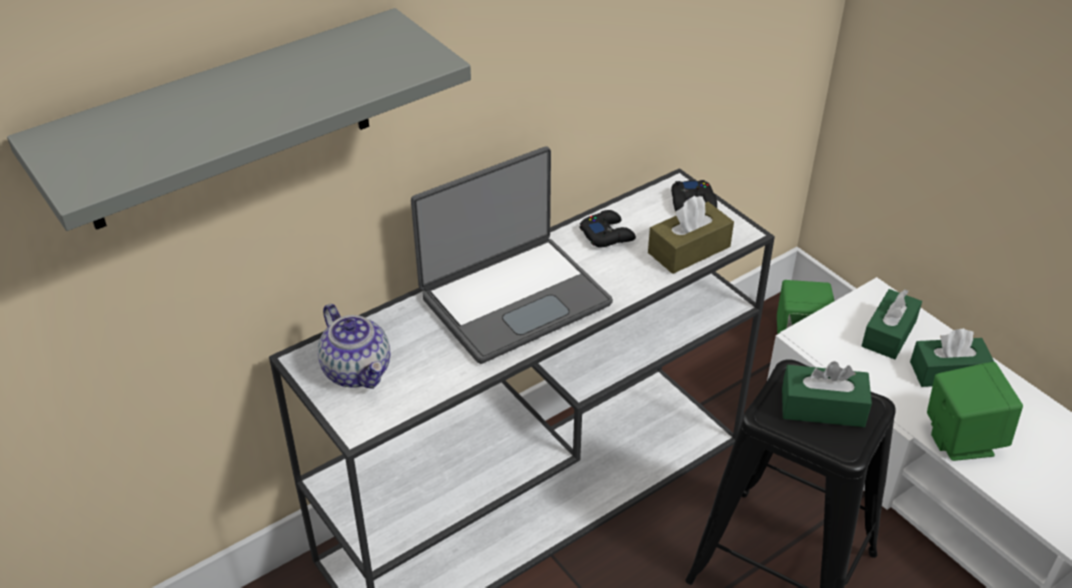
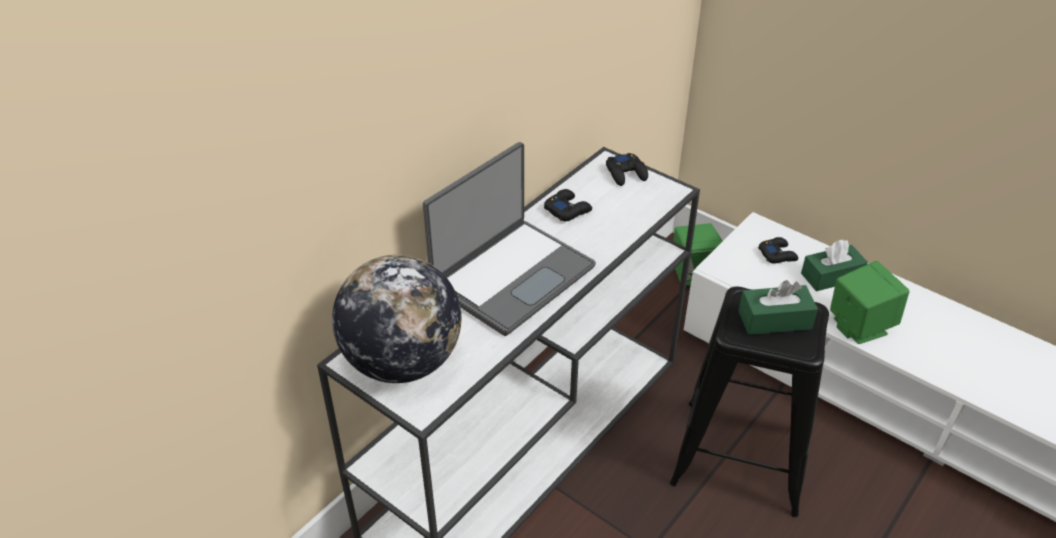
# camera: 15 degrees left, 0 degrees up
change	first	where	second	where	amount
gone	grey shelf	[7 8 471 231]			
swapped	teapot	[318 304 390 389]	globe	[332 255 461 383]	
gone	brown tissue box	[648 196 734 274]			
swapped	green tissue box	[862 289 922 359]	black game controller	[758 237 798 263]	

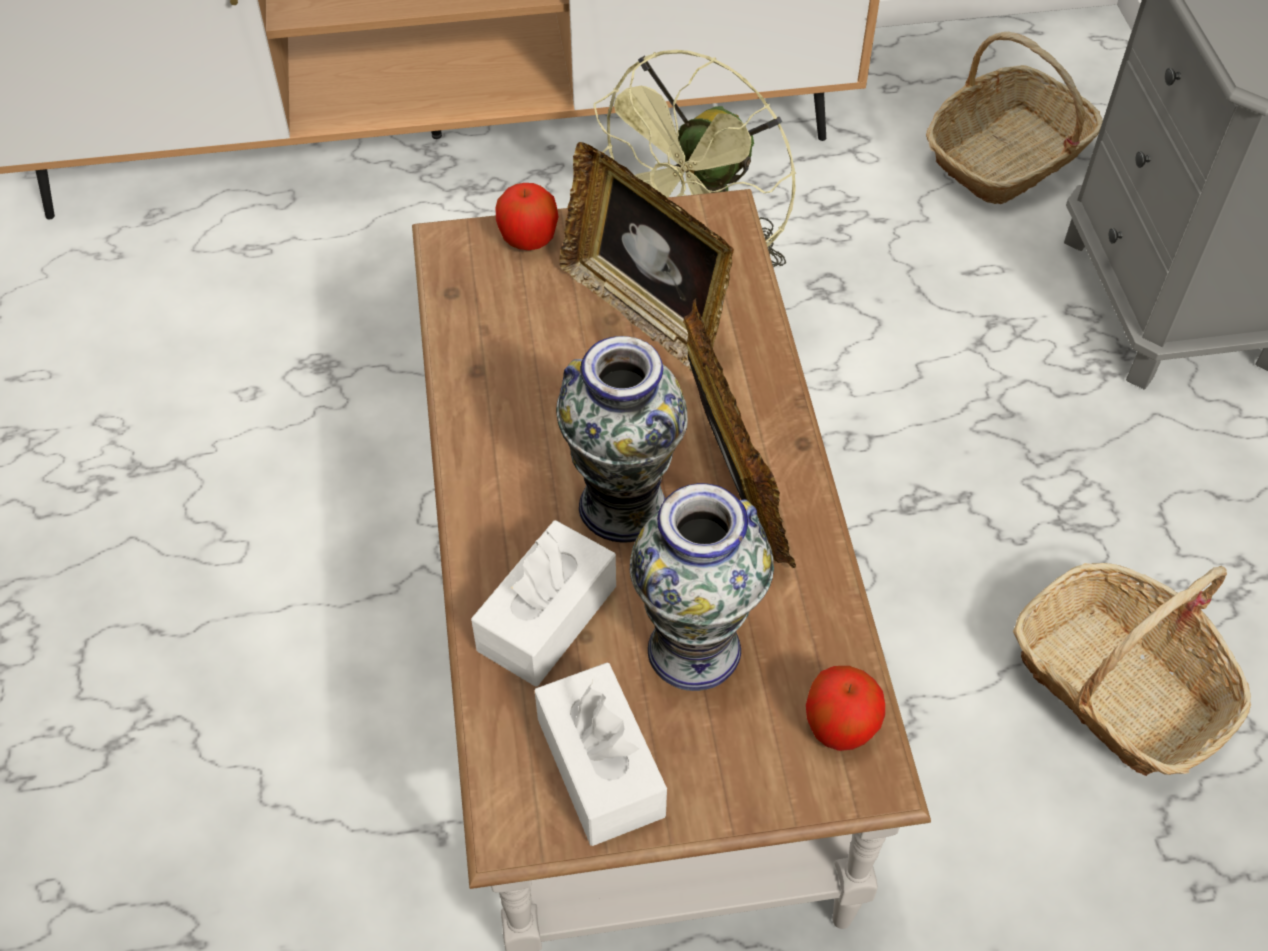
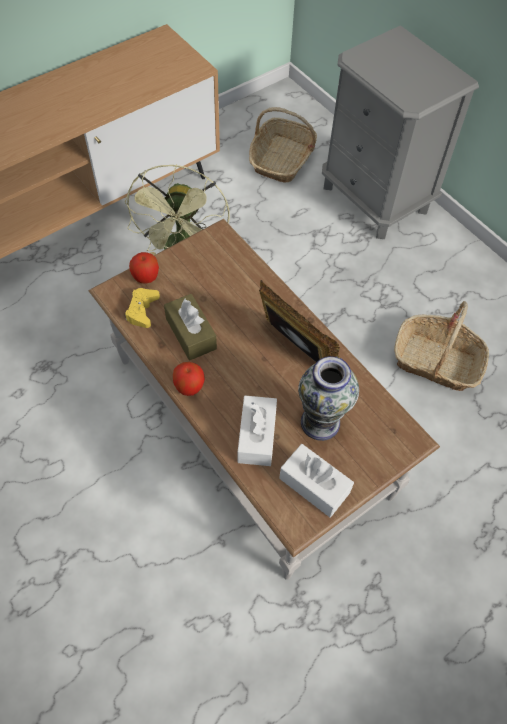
# camera: 30 degrees left, 5 degrees up
change	first	where	second	where	amount
gone	vase	[556 336 688 543]			
gone	picture frame	[559 142 734 371]			
shifted	apple	[806 666 885 751]		[173 362 205 396]	
new			yellow game controller	[125 288 160 328]	
new			brown tissue box	[164 294 217 360]	

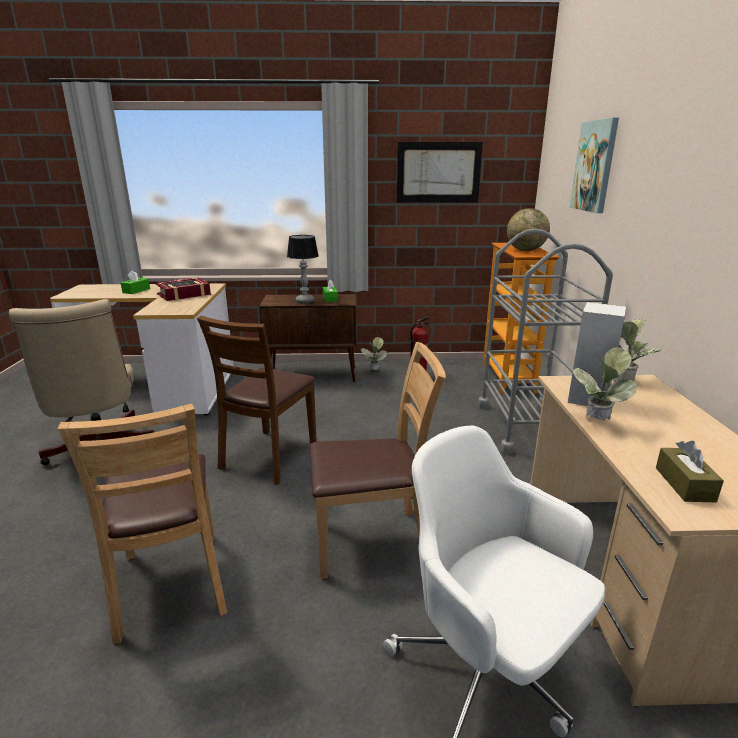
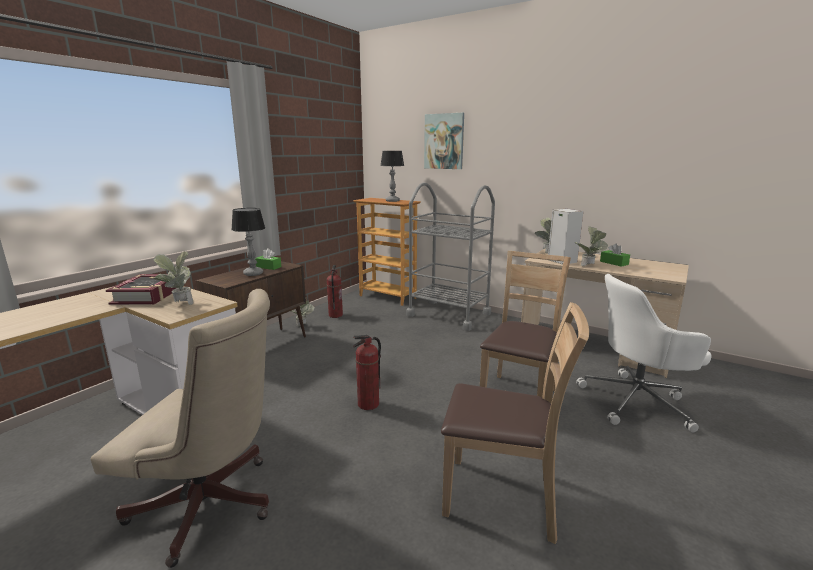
# camera: 55 degrees left, 5 degrees down
change	first	where	second	where	amount
shifted	green tissue box	[121 270 150 294]		[600 243 630 267]	
swapped	brown chair	[197 316 317 485]	fire extinguisher	[353 335 381 410]	
gone	picture	[397 142 483 203]			
swapped	globe	[507 208 550 251]	table lamp	[381 151 404 202]	
gone	brown tissue box	[656 441 724 502]			
new			potted plant	[153 251 194 305]	

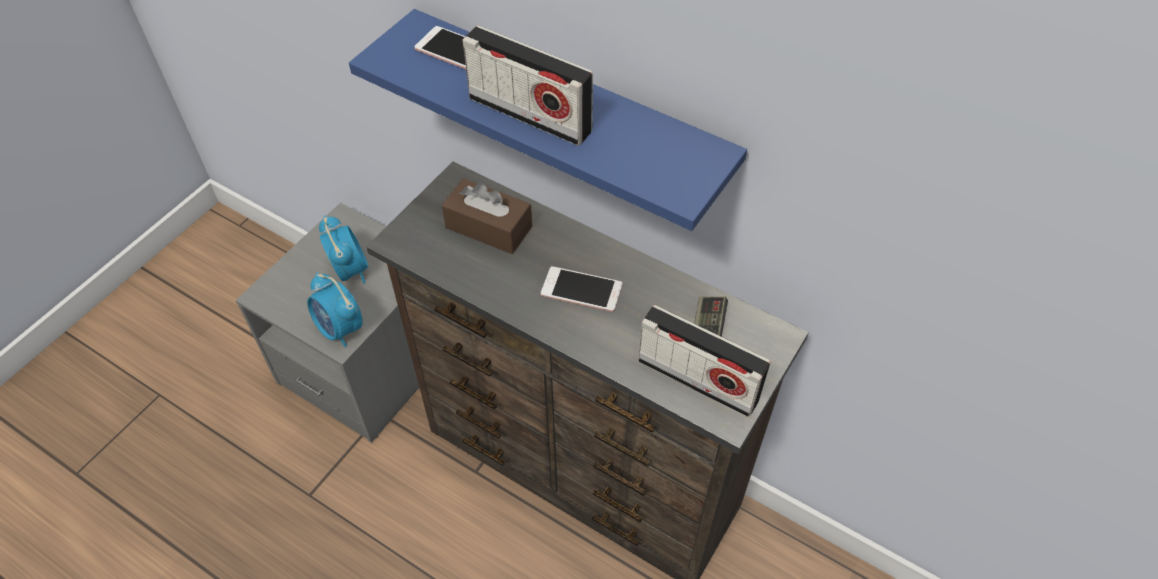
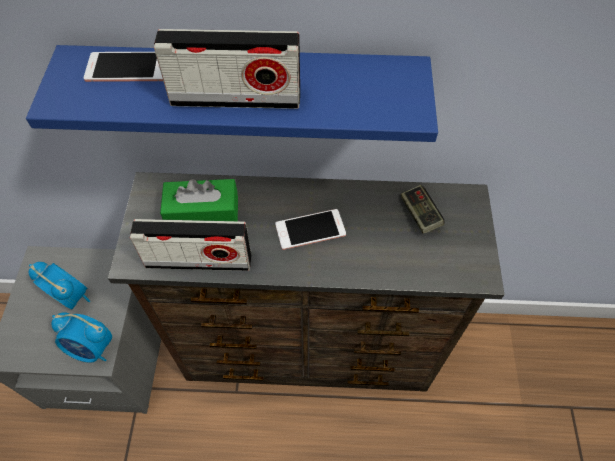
# camera: 30 degrees left, 5 degrees up
change	first	where	second	where	amount
repainted	brown tissue box	[442 178 532 254]	green tissue box	[160 179 238 221]	
shifted	radio	[638 305 771 417]		[130 219 251 271]	

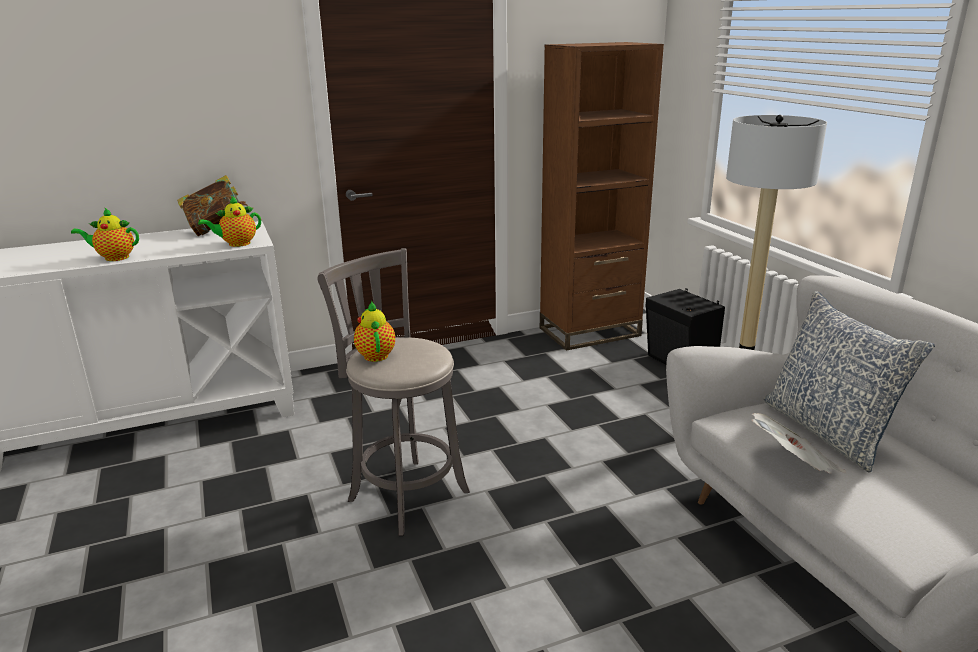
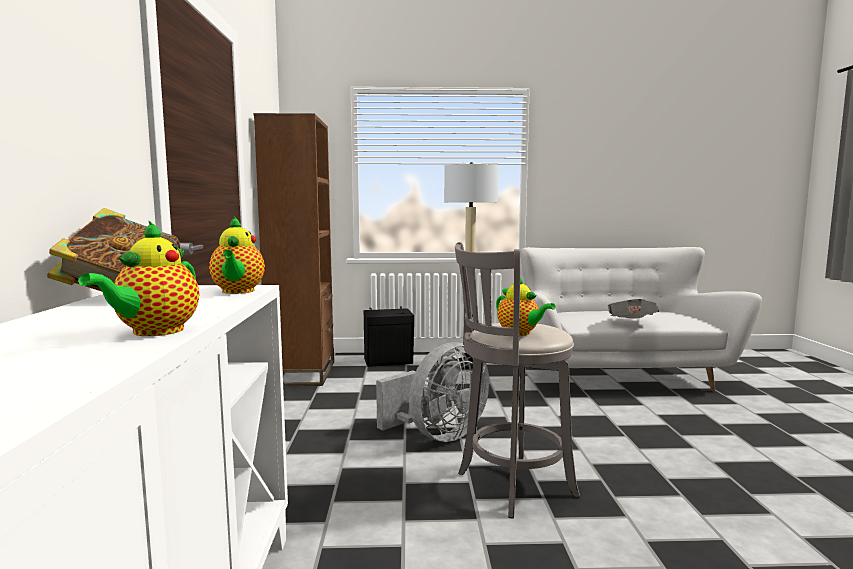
# camera: 70 degrees left, 15 degrees down
change	first	where	second	where	amount
rotated	teapot	[354 301 395 362]		[496 278 556 336]	135 degrees counterclockwise
gone	pillow	[764 291 935 473]			
new			grey fan	[376 342 489 442]	

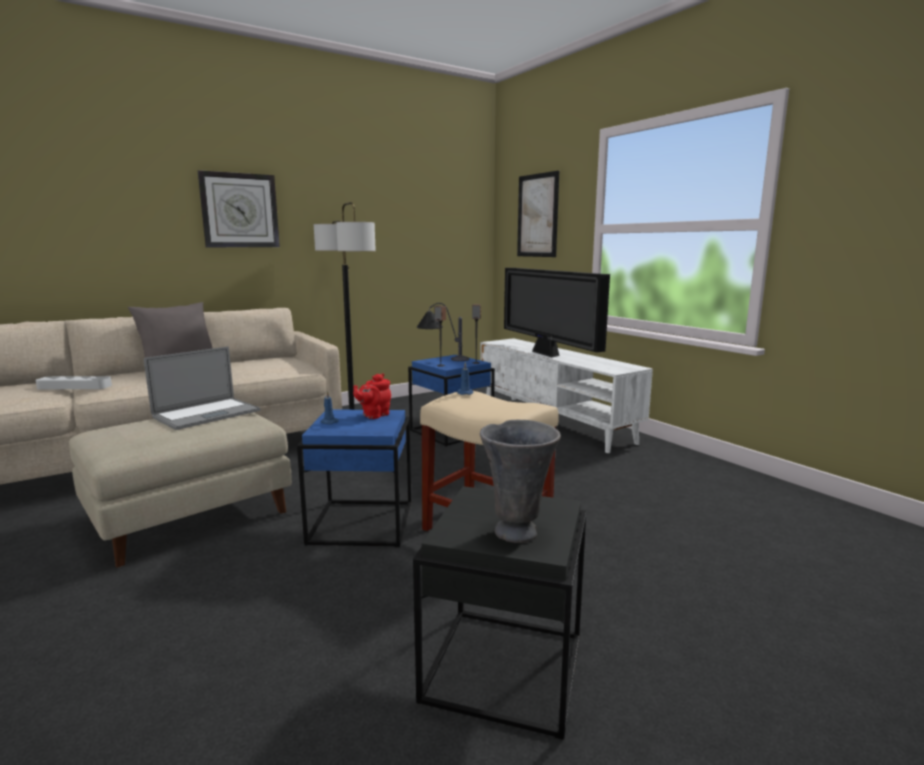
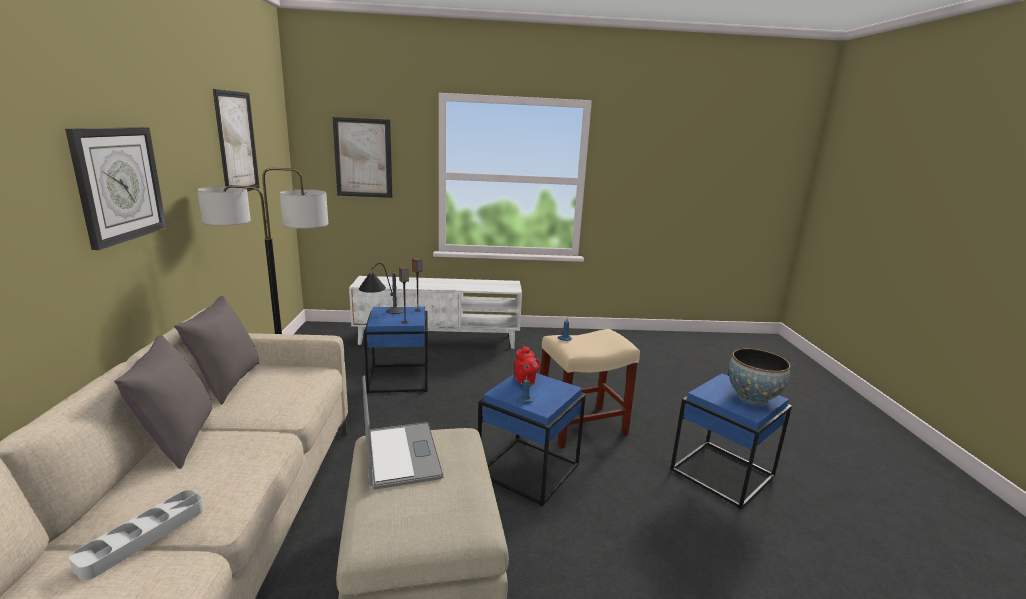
# camera: 60 degrees left, 5 degrees up
change	first	where	second	where	amount
repainted	black side table	[413 486 586 740]	blue side table	[670 374 792 509]	
swapped	grey vase	[480 420 561 543]	bowl	[729 348 790 405]	
gone	television	[504 268 610 357]			
new			grey pillow	[174 296 259 405]	
new			picture	[213 89 260 192]	

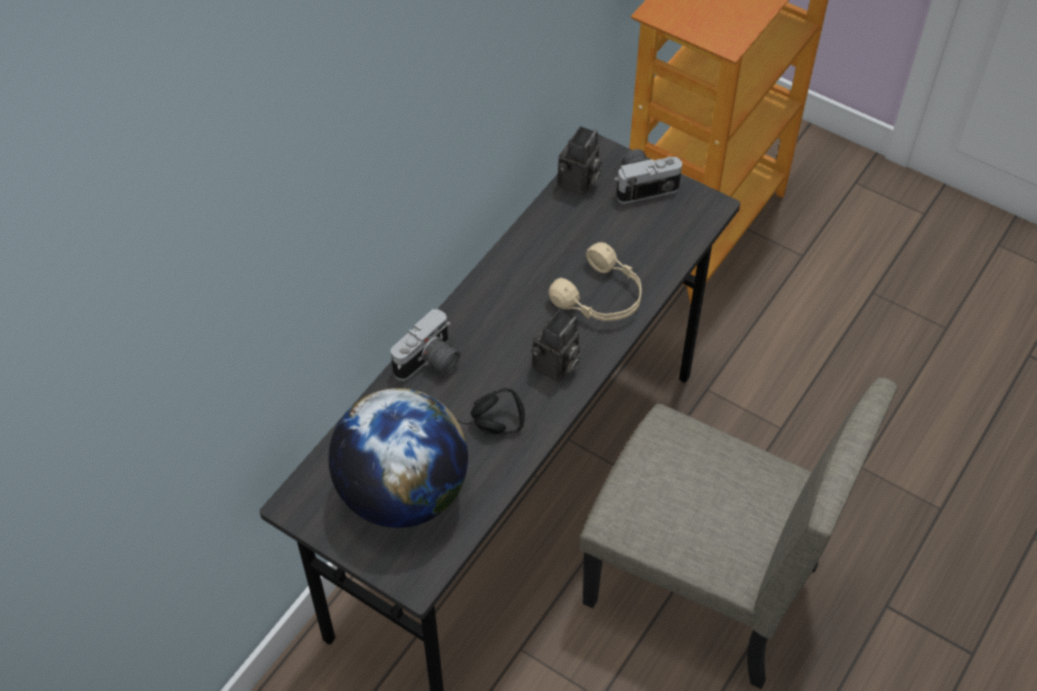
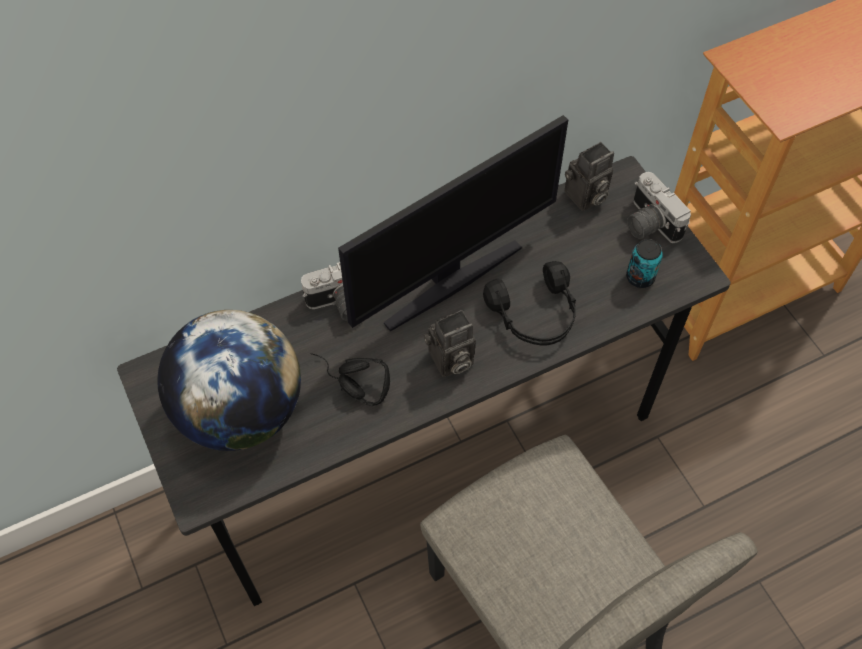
# camera: 30 degrees right, 5 degrees up
change	first	where	second	where	amount
repainted	beige headphones	[548 242 642 321]	black headphones	[483 261 576 345]	
rotated	photo camera	[615 149 682 204]		[627 172 691 243]	135 degrees counterclockwise
new			monitor	[338 115 568 331]	
new			can	[626 239 663 288]	

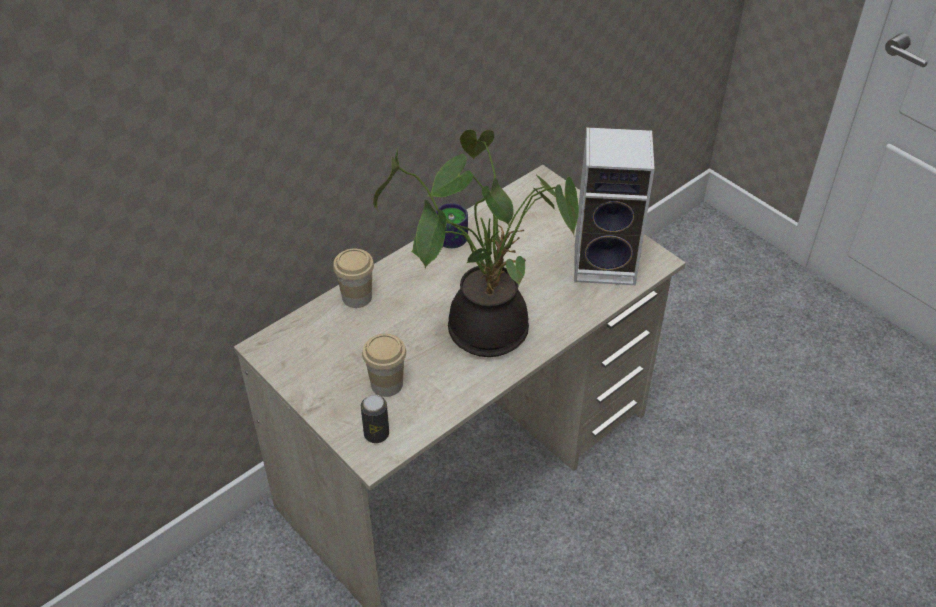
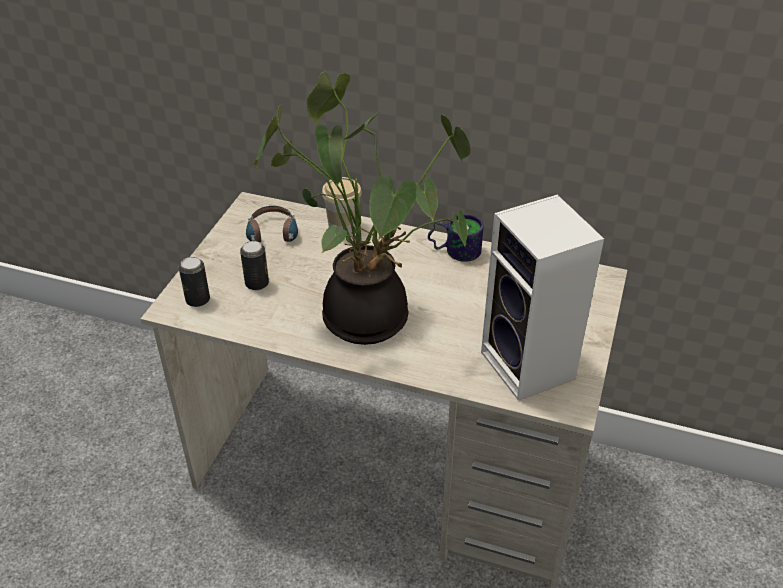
# camera: 60 degrees right, 5 degrees down
change	first	where	second	where	amount
swapped	cup	[362 334 406 397]	can	[240 241 269 290]	
new			headphones	[246 206 298 242]	

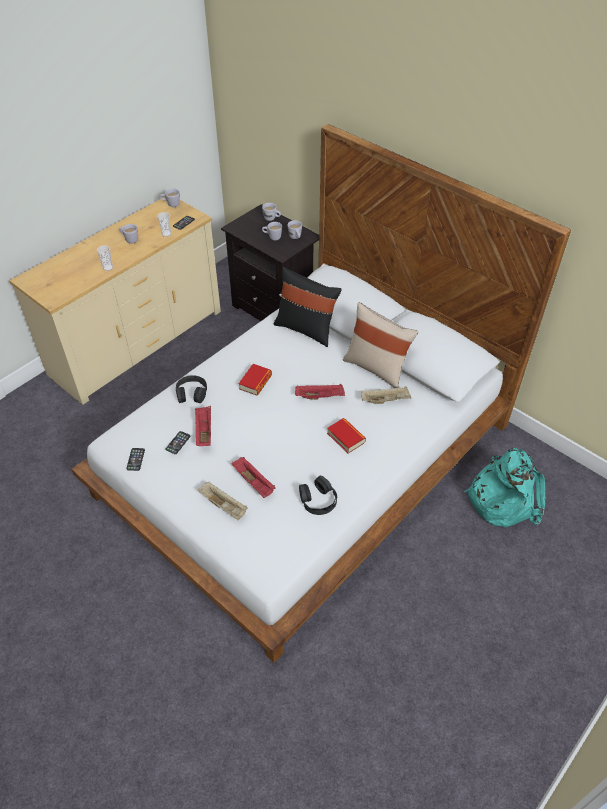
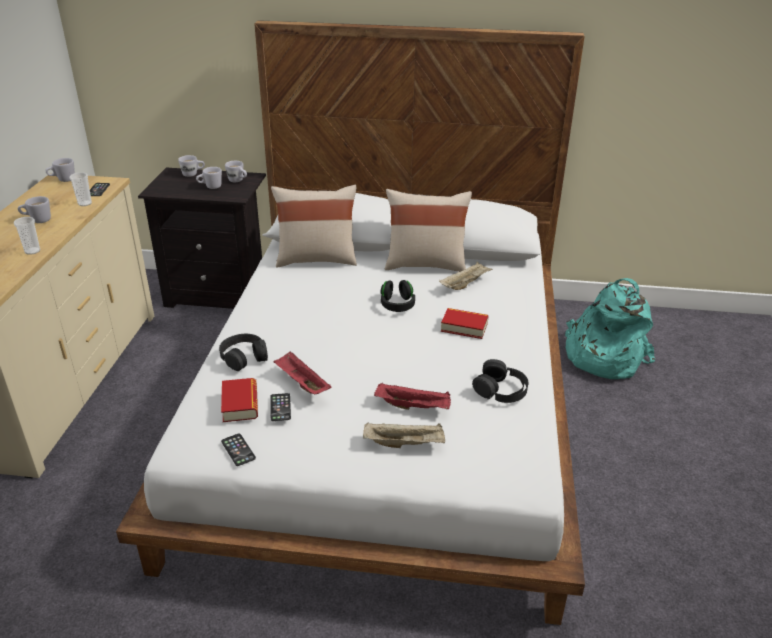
# camera: 35 degrees left, 15 degrees down
change	first	where	second	where	amount
shifted	book	[238 364 272 396]		[221 378 258 422]	
repainted	black pillow	[274 267 342 347]	beige pillow	[271 185 357 268]	
swapped	red tray	[295 383 345 400]	black headphones	[381 280 415 312]	

